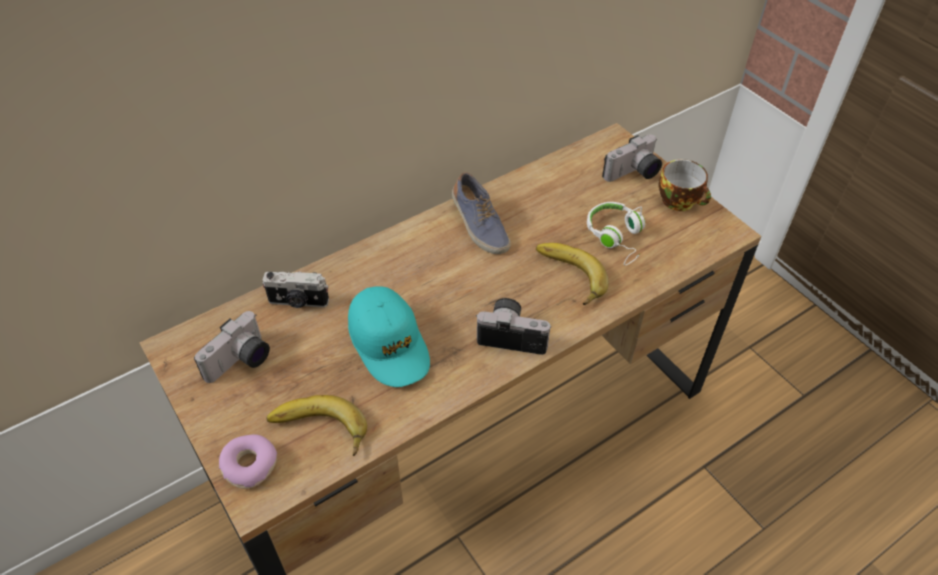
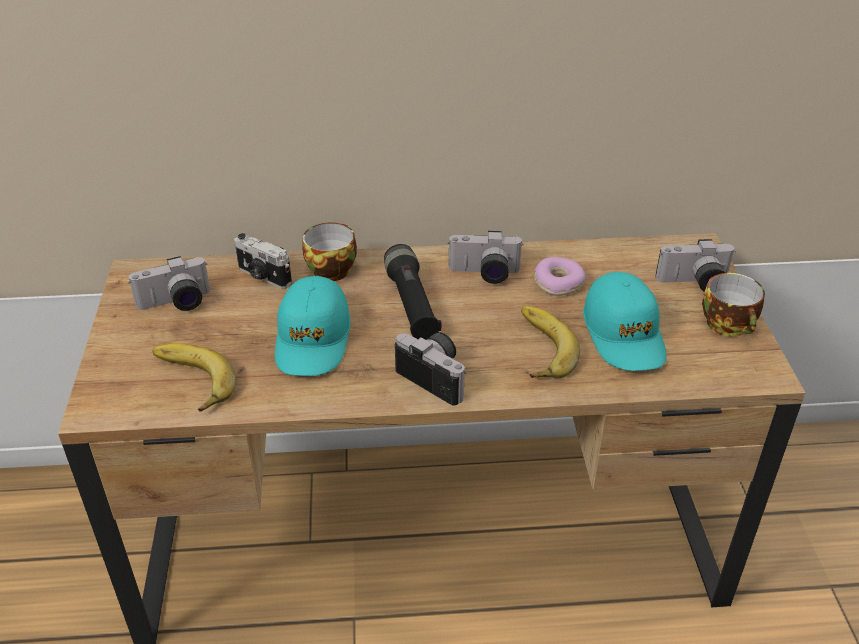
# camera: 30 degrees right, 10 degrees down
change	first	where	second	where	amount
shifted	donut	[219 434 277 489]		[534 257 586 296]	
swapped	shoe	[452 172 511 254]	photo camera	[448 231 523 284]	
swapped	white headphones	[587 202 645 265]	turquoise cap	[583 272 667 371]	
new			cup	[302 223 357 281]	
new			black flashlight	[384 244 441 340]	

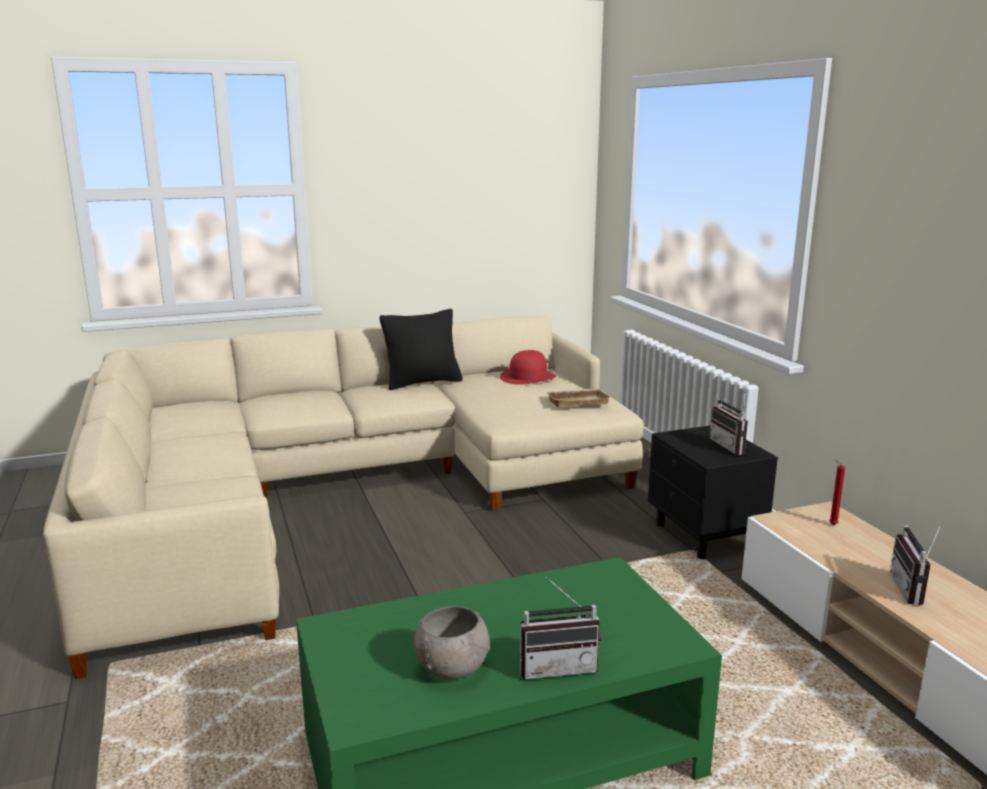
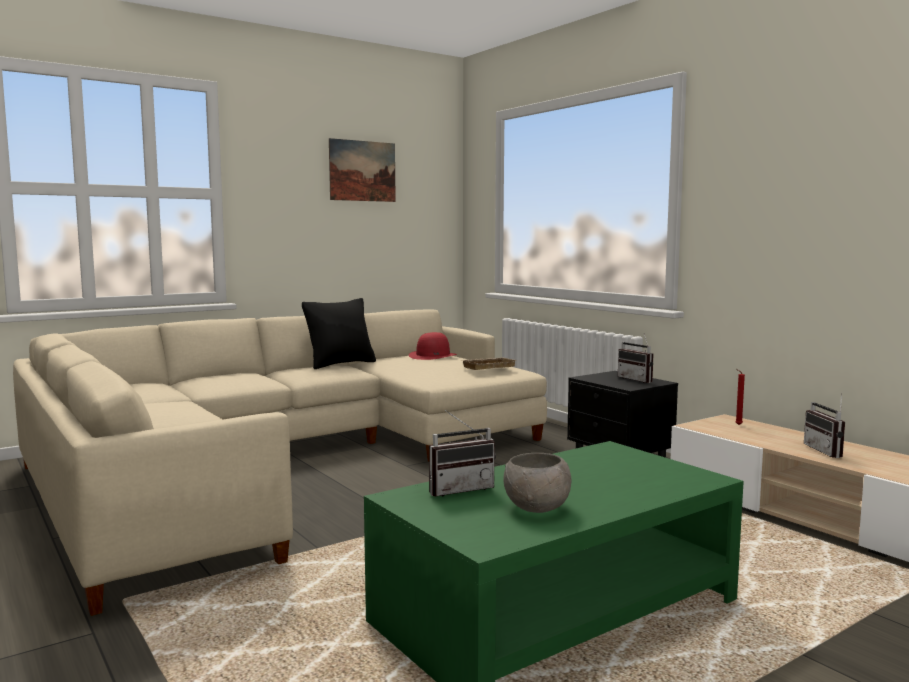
# camera: 15 degrees left, 10 degrees down
change	first	where	second	where	amount
shifted	radio	[520 577 601 680]		[429 410 496 497]	
new			picture	[329 138 396 202]	

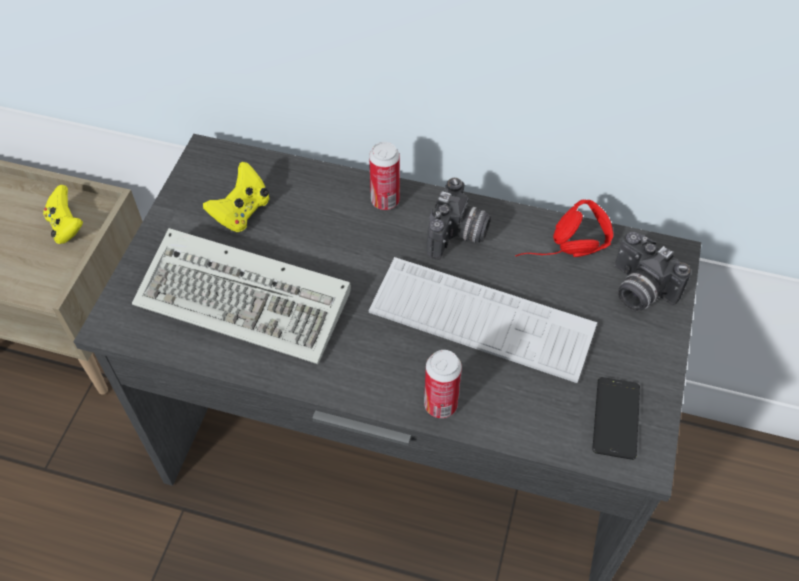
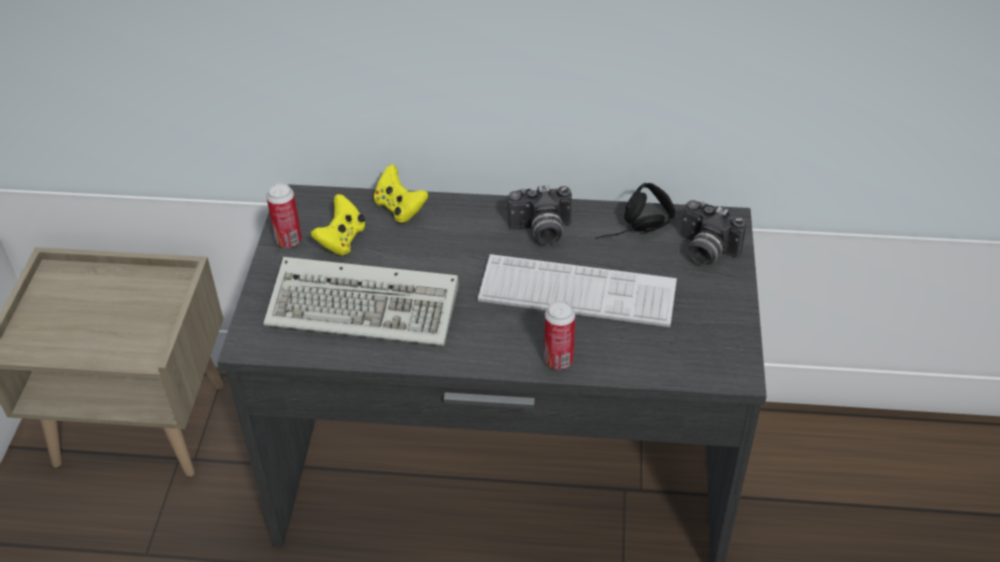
# camera: 10 degrees left, 10 degrees down
change	first	where	second	where	amount
shifted	yellow game controller	[43 185 83 244]		[374 164 428 223]	
shifted	can	[369 142 400 210]		[266 183 302 248]	
rotated	photo camera	[426 178 491 260]		[508 185 572 245]	75 degrees clockwise
repainted	red headphones	[516 199 613 257]	black headphones	[595 183 675 239]	
gone	phone	[592 377 640 460]			

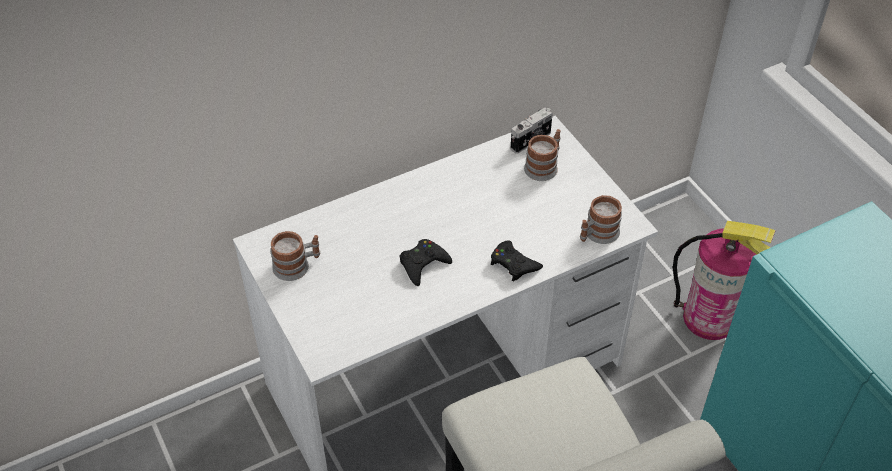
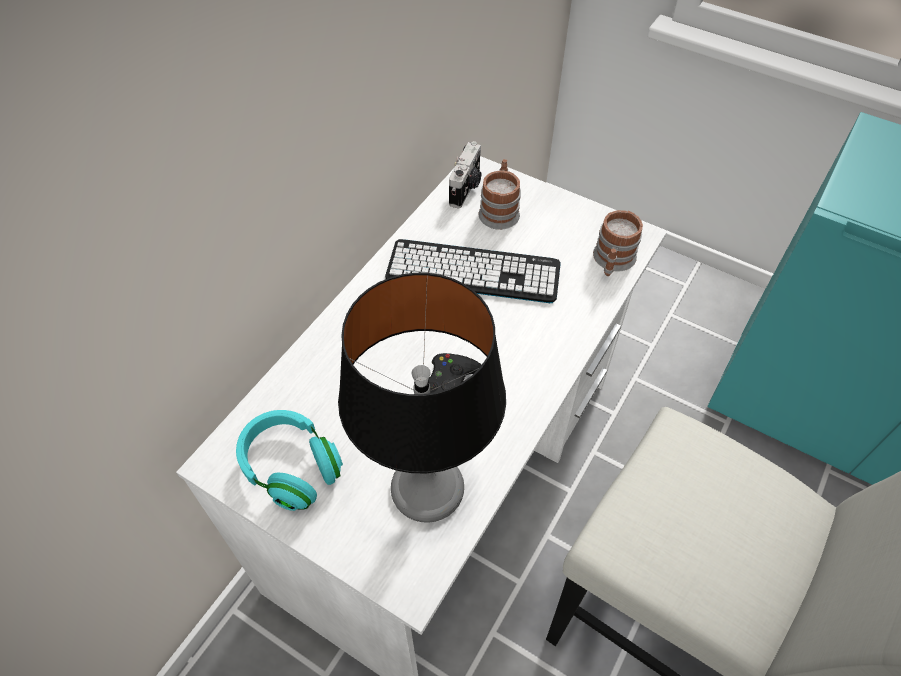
# camera: 30 degrees left, 5 degrees up
change	first	where	second	where	amount
swapped	mug	[270 231 320 281]	turquoise headphones	[236 410 343 511]	
gone	black game controller	[491 240 543 281]			
gone	fire extinguisher	[673 221 776 340]			
new			table lamp	[338 273 506 523]	
new			keyboard	[385 239 561 303]	

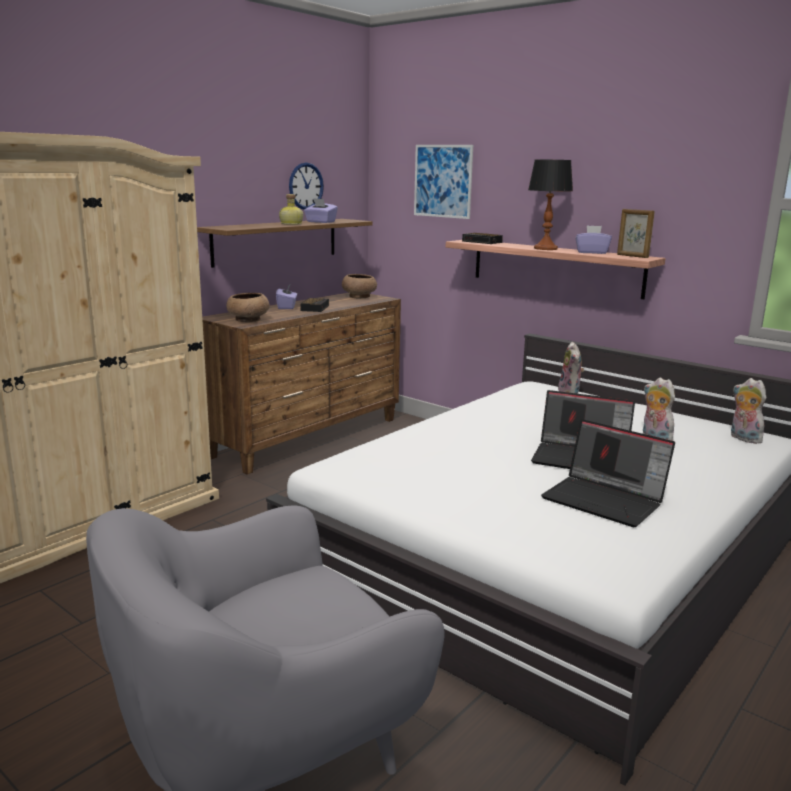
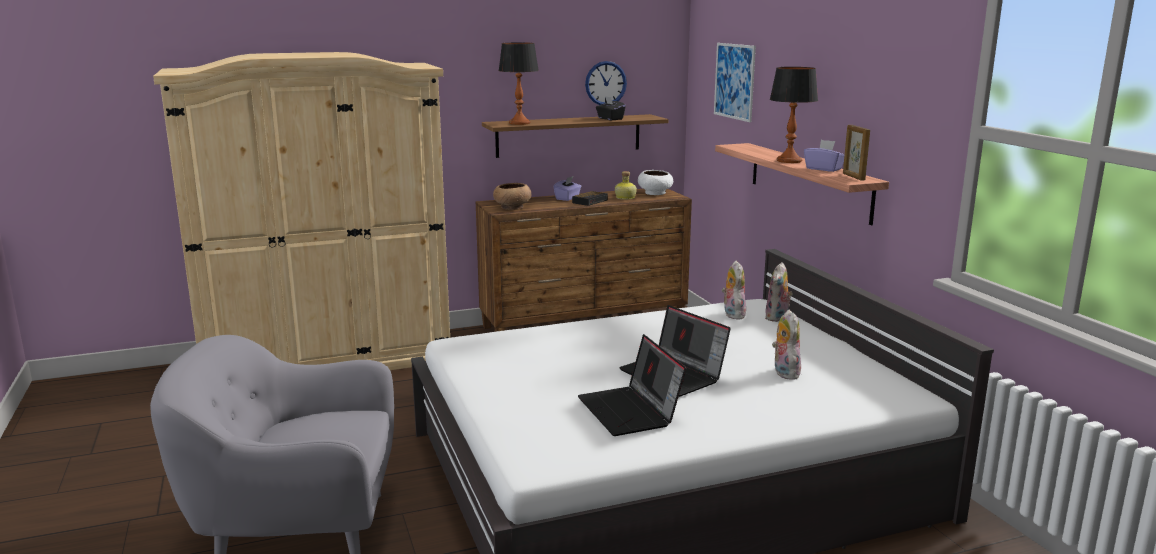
# camera: 30 degrees right, 0 degrees up
change	first	where	second	where	amount
shifted	bottle	[279 194 303 225]		[615 171 637 200]	
repainted	purple tissue box	[304 198 338 223]	black tissue box	[596 96 626 120]	
repainted	brown bowl	[342 274 377 298]	white bowl	[638 170 673 195]	
gone	alarm clock	[462 233 503 244]			
shifted	plush toy	[731 378 766 444]		[722 261 746 319]	
new			table lamp	[499 42 539 125]	

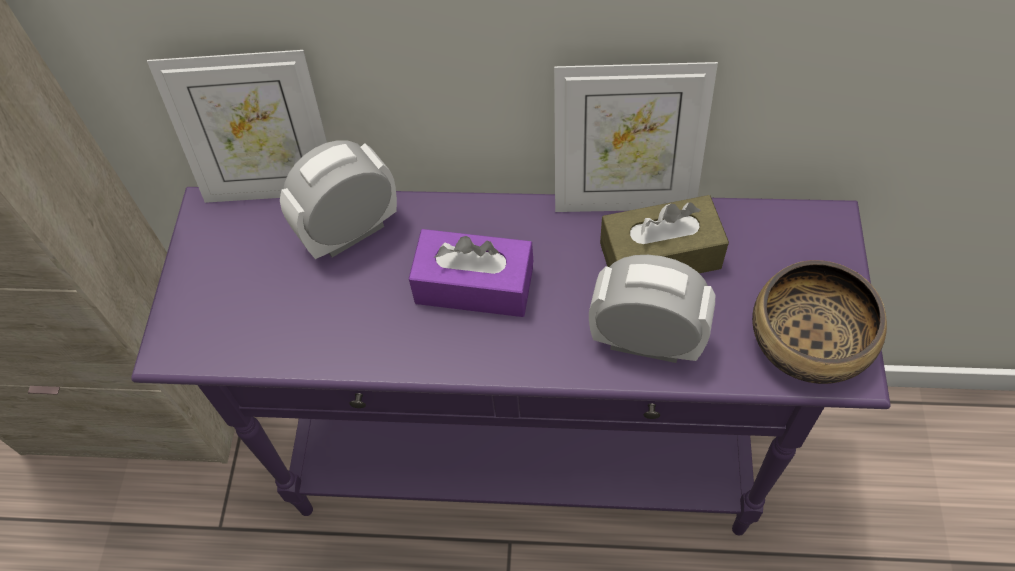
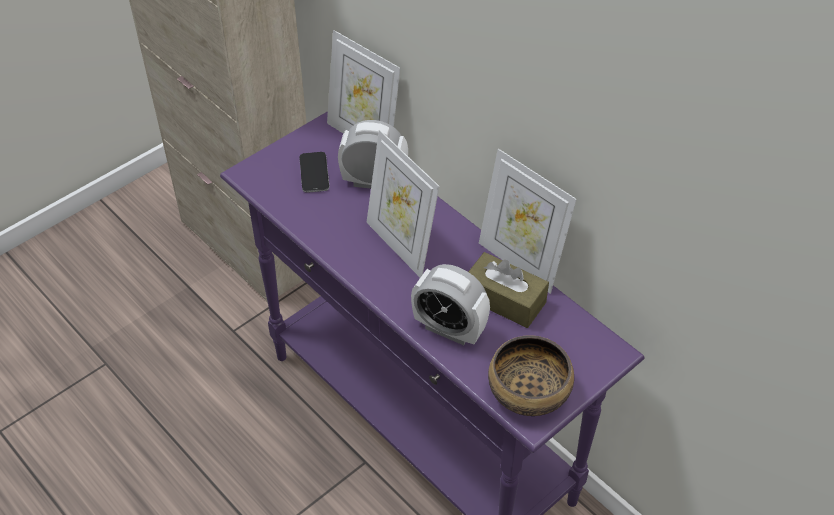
# camera: 40 degrees right, 10 degrees down
change	first	where	second	where	amount
swapped	purple tissue box	[409 229 533 317]	picture frame	[366 130 439 277]	
rotated	alarm clock	[589 255 715 363]		[411 264 490 345]	150 degrees clockwise
new			phone	[299 152 329 193]	

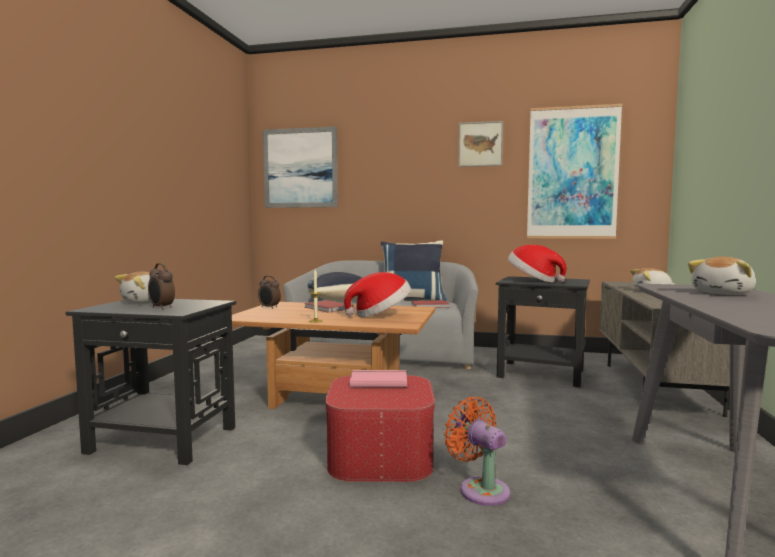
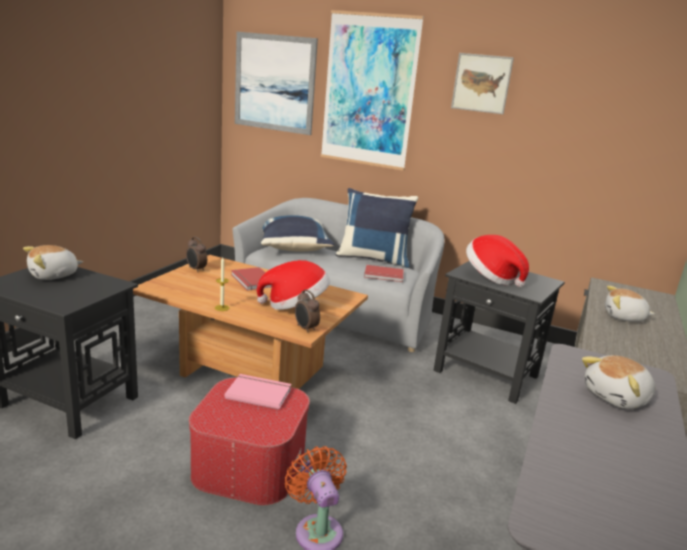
# camera: 10 degrees right, 15 degrees up
change	first	where	second	where	amount
shifted	alarm clock	[148 263 175 310]		[295 290 320 333]	
shifted	picture	[527 104 622 239]		[321 10 424 171]	

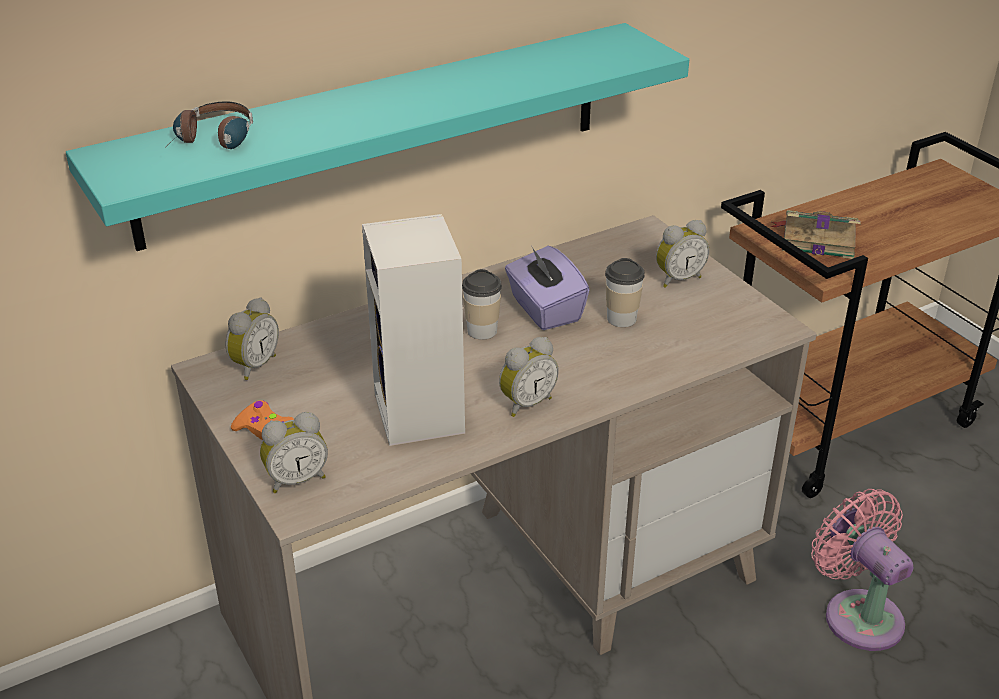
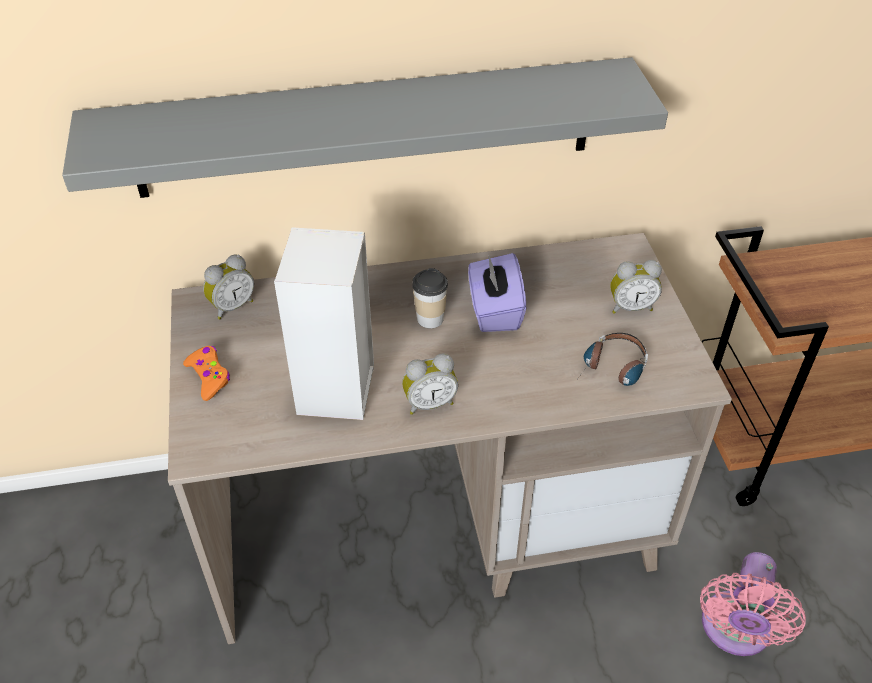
# camera: 20 degrees right, 10 degrees up
change	first	where	second	where	amount
repainted	turquoise shelf	[66 23 689 251]	grey shelf	[62 57 668 198]	
shifted	headphones	[164 101 253 149]		[576 333 648 386]	
gone	alarm clock	[260 412 328 493]			
gone	cup	[605 258 645 327]			
gone	book	[771 210 861 259]			
rotated	pink fan	[811 489 913 651]		[700 552 806 656]	150 degrees counterclockwise

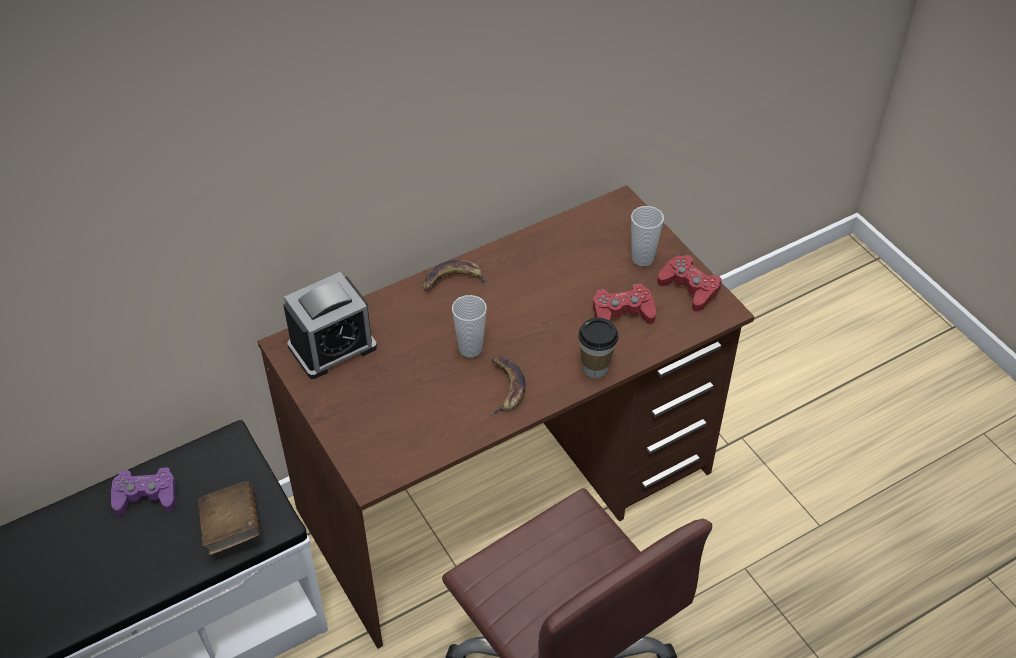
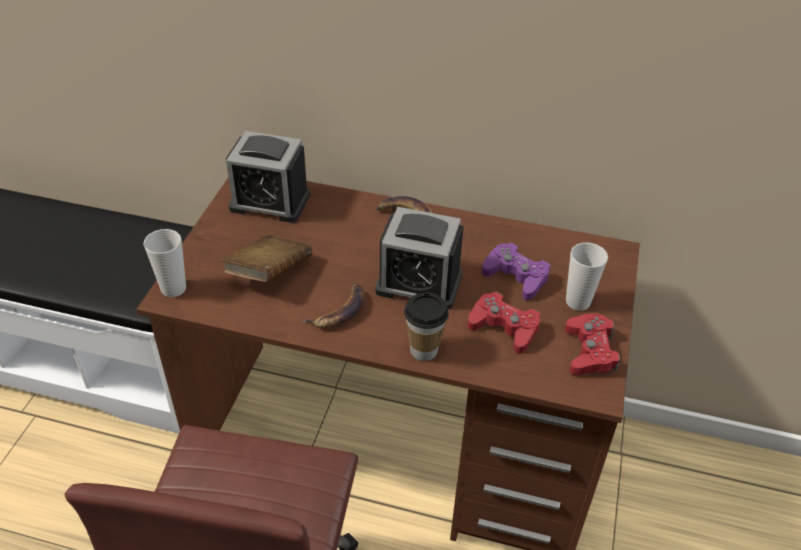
# camera: 45 degrees right, 5 degrees down
change	first	where	second	where	amount
shifted	purple game controller	[111 467 176 515]		[482 243 551 300]	
shifted	brown book	[198 481 260 555]		[222 235 312 282]	
shifted	cup	[452 295 487 358]		[143 229 186 297]	
new			alarm clock	[375 207 464 310]	

